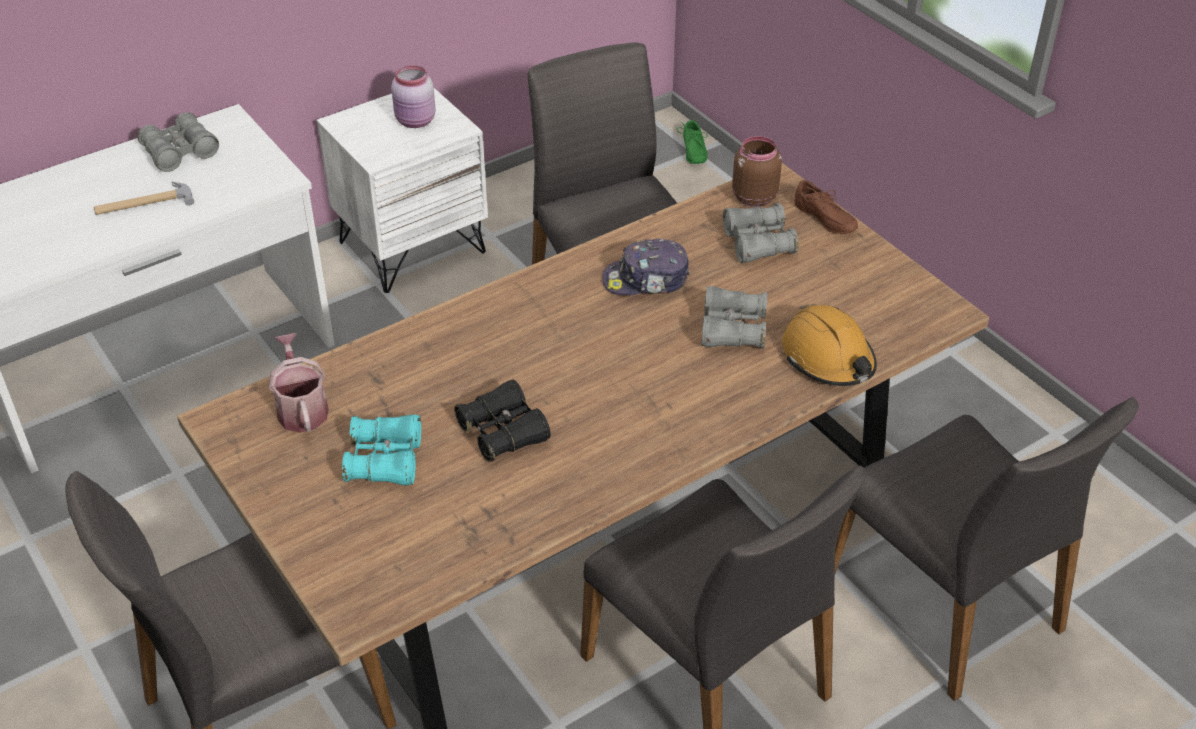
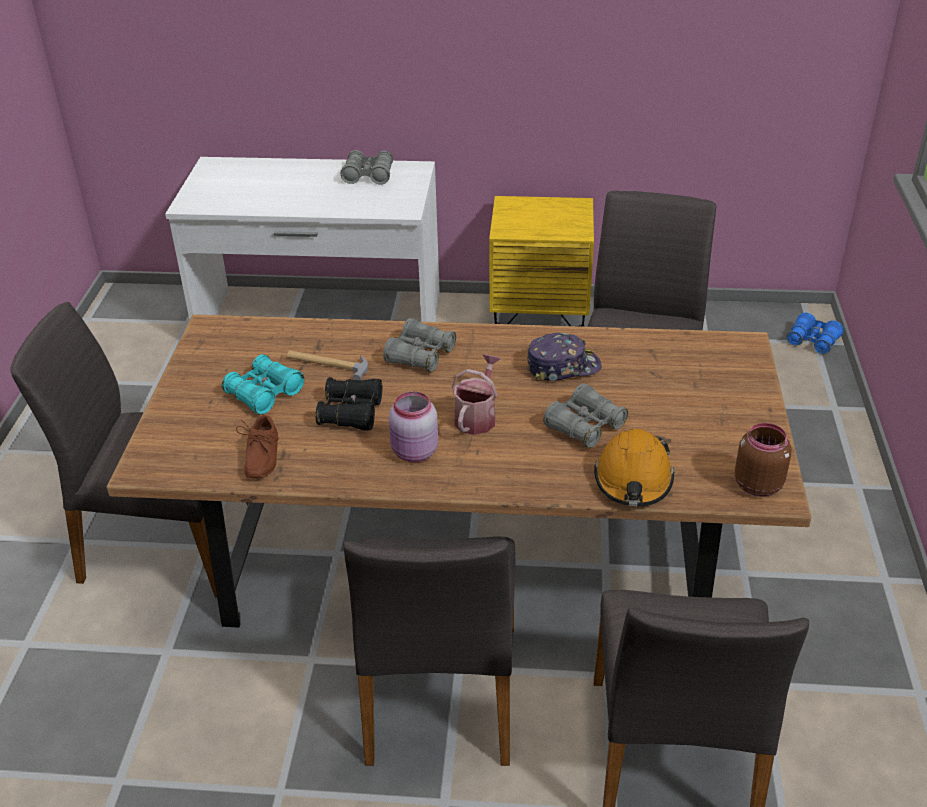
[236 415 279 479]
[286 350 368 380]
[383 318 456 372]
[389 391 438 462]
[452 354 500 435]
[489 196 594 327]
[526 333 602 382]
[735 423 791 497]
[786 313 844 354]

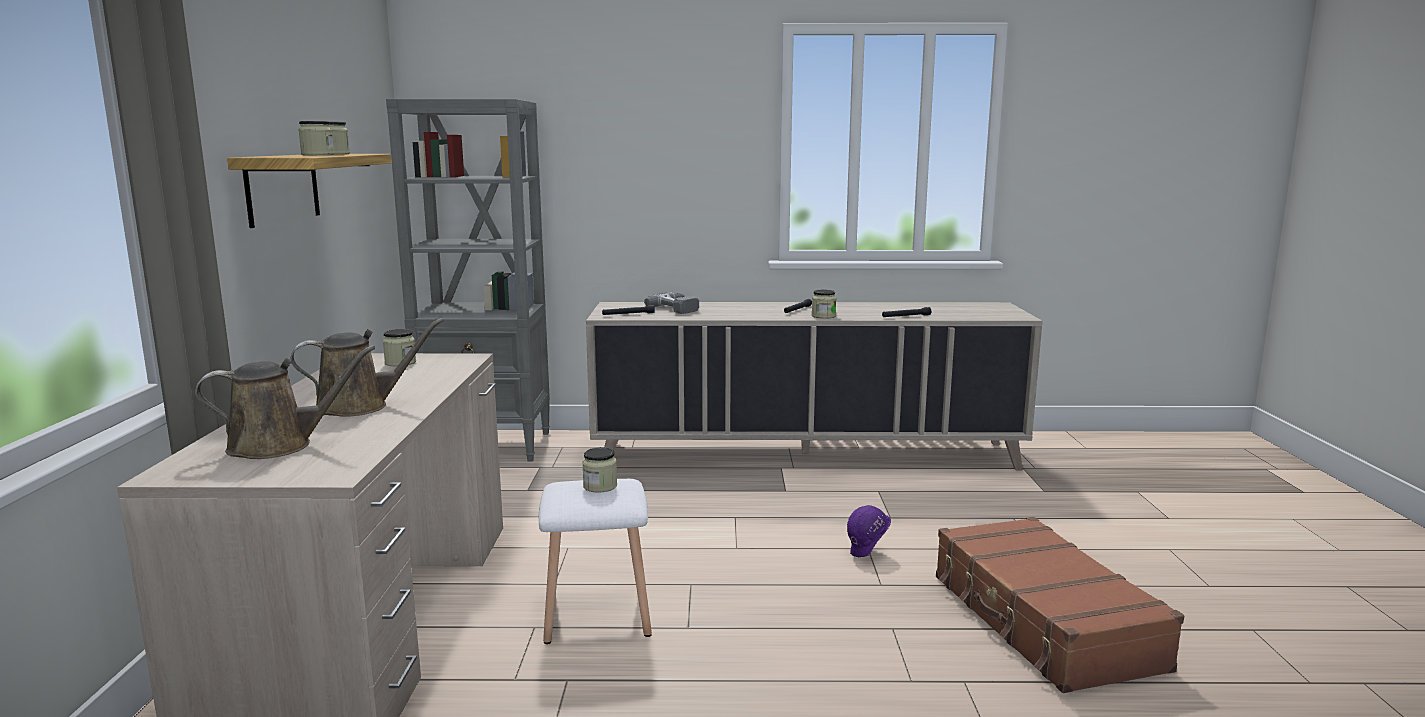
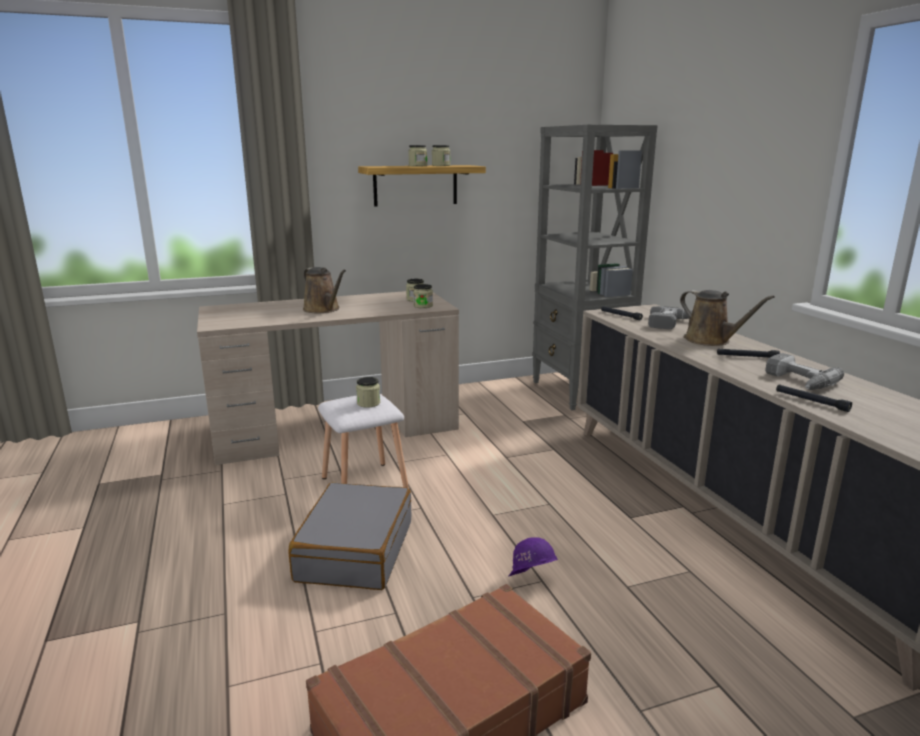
[289 483 411 590]
[413 284 433 308]
[680 290 775 346]
[765 353 844 390]

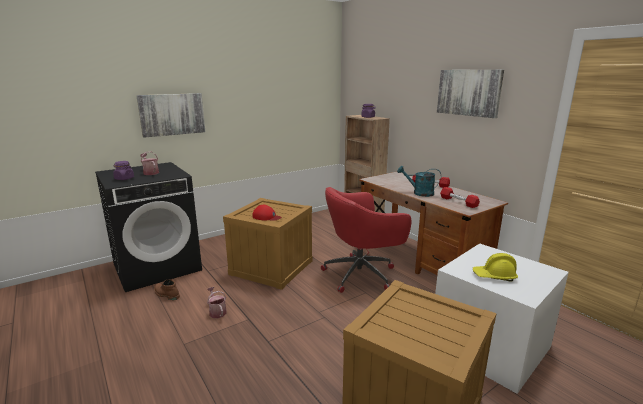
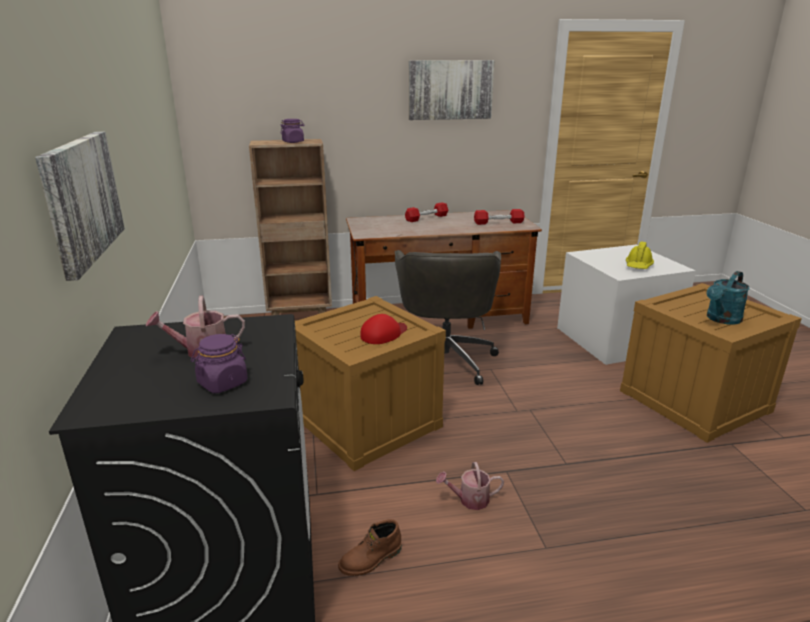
[395 250 501 385]
[707 271 749 324]

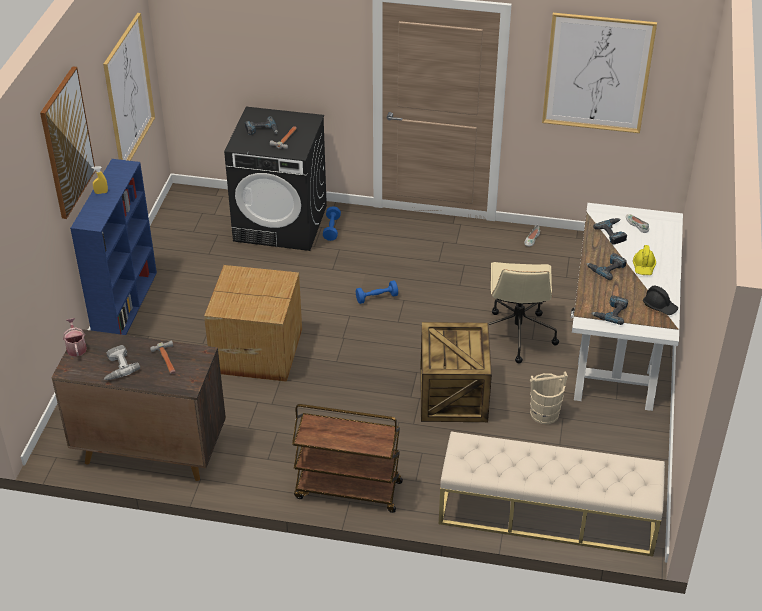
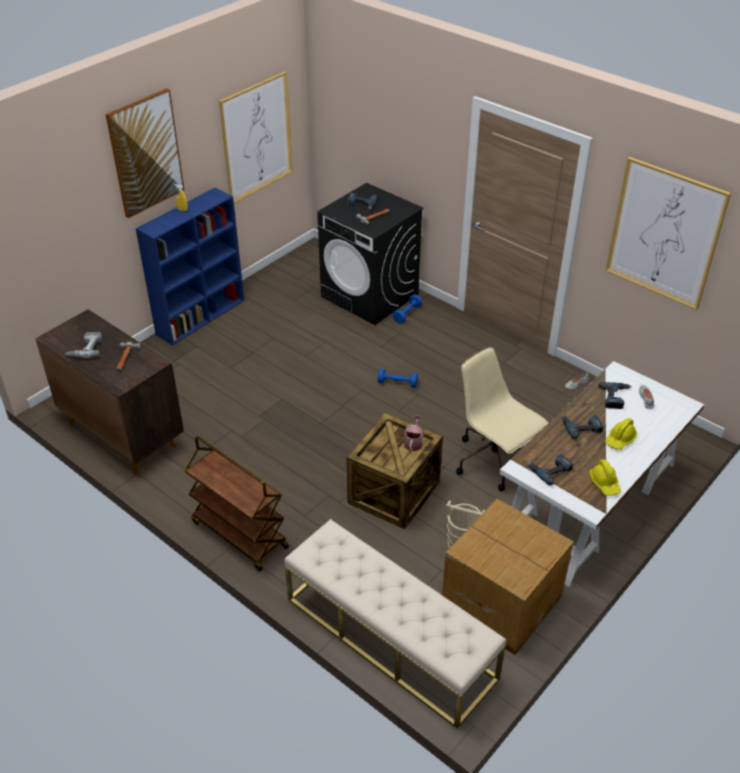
[403 415 424 451]
[442 498 574 655]
[456 347 549 491]
[589 460 621 496]

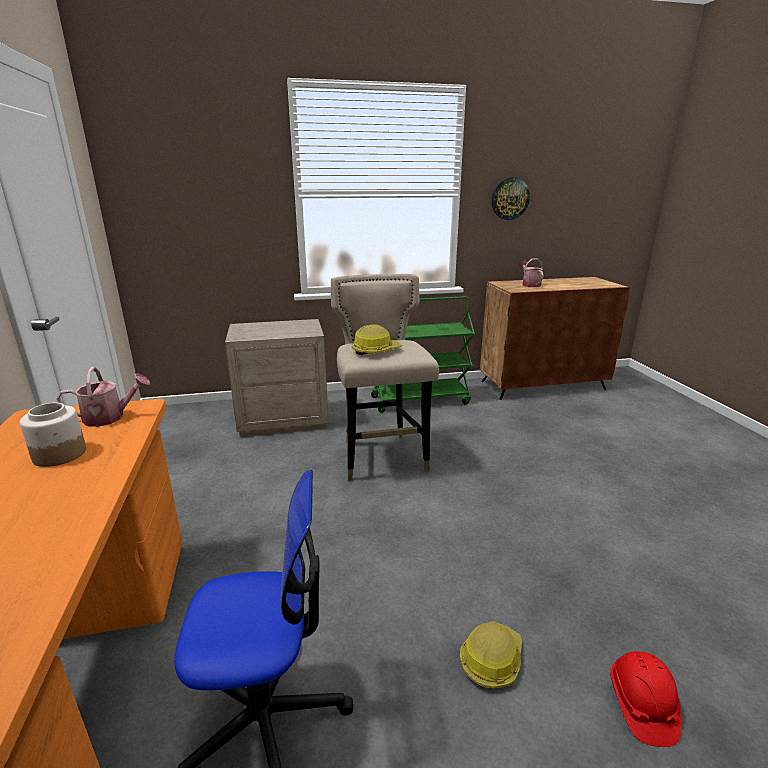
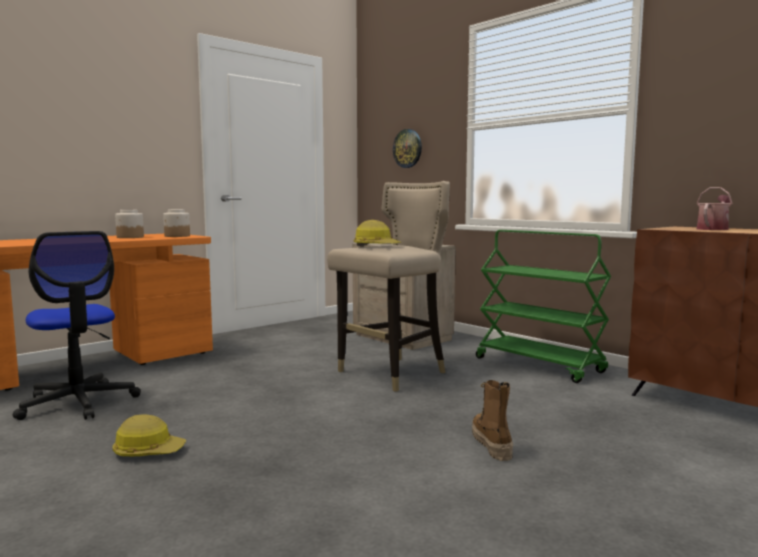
[163 209 190 237]
[393 129 422 168]
[472 380 513 461]
[610 651 681 747] (first image)

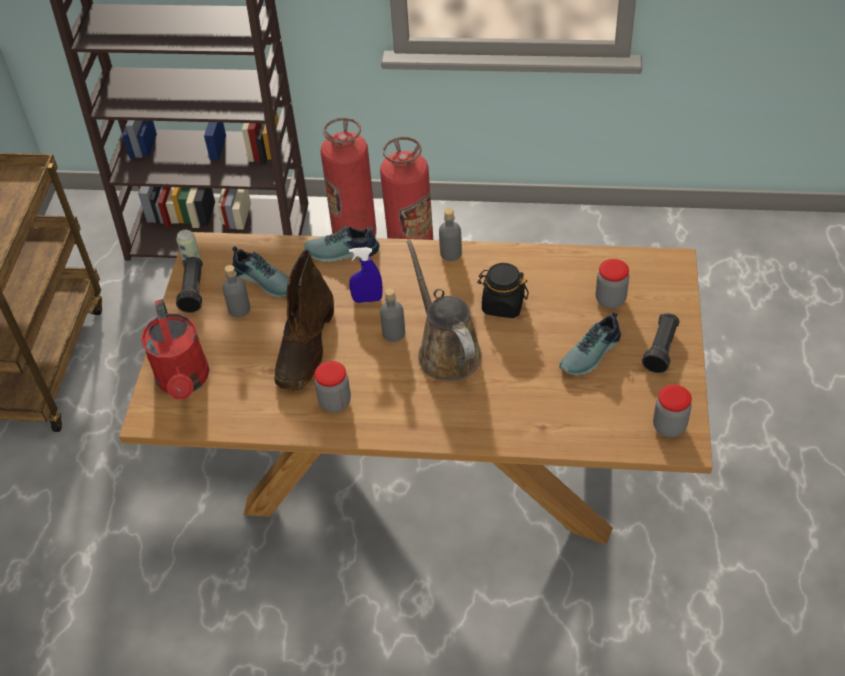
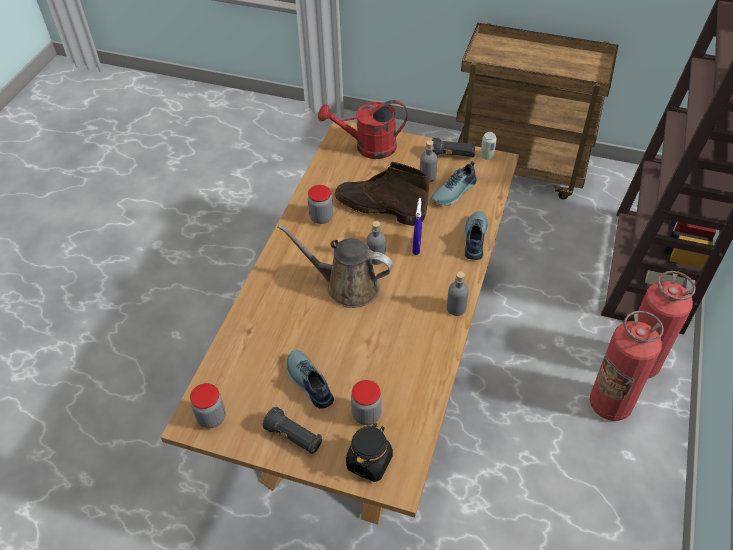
[277 224 393 308]
[346 423 393 482]

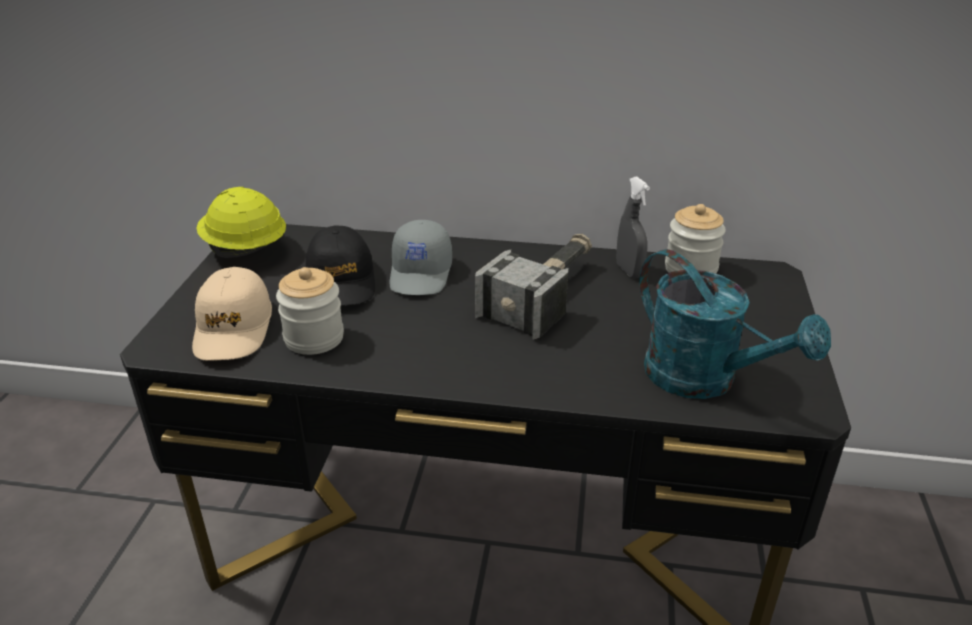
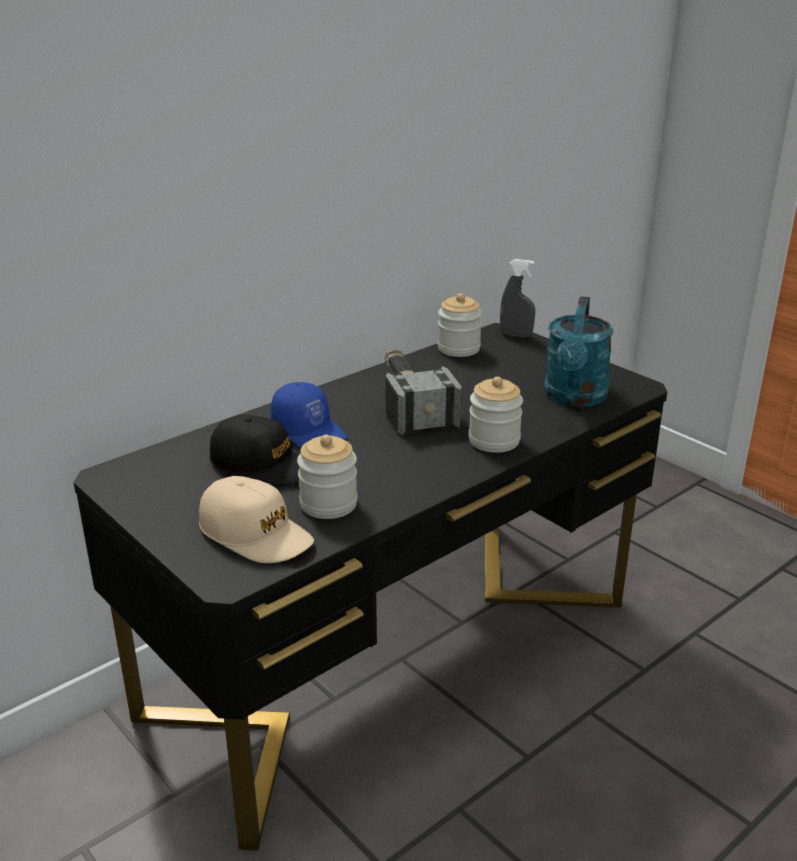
[271 382 347 448]
[469 377 523 453]
[500 259 535 338]
[544 296 614 407]
[197 187 286 258] (first image)

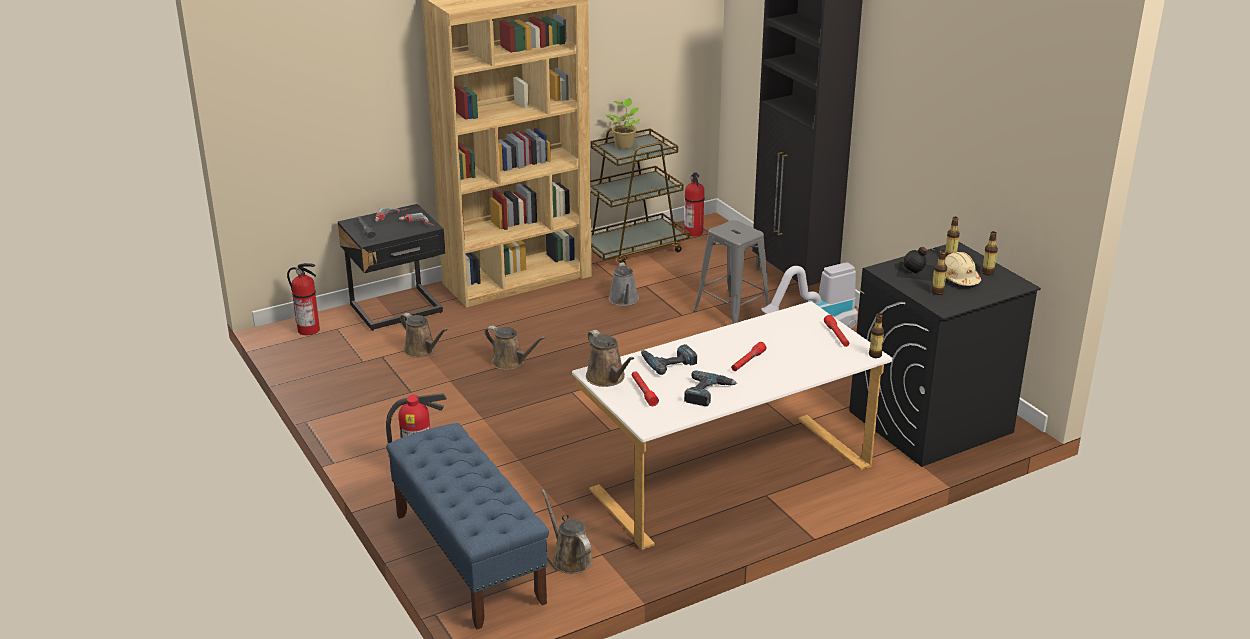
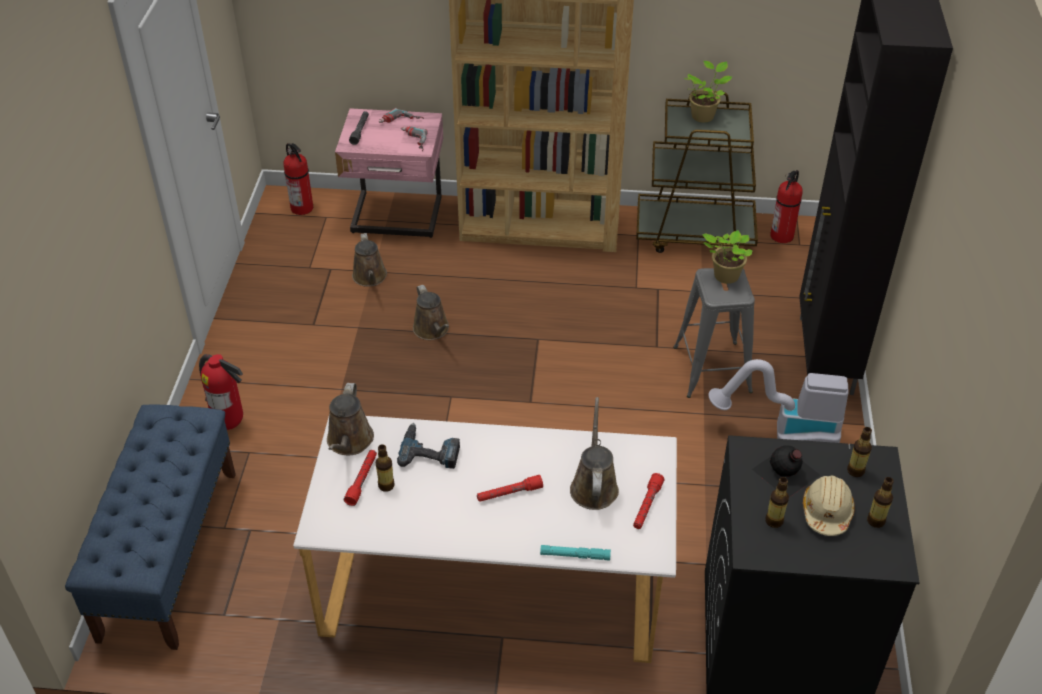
[335 108 443 238]
[375 444 395 492]
[540 545 611 560]
[570 397 619 510]
[702 230 753 284]
[609 262 639 306] (first image)
[684 371 737 406] (first image)

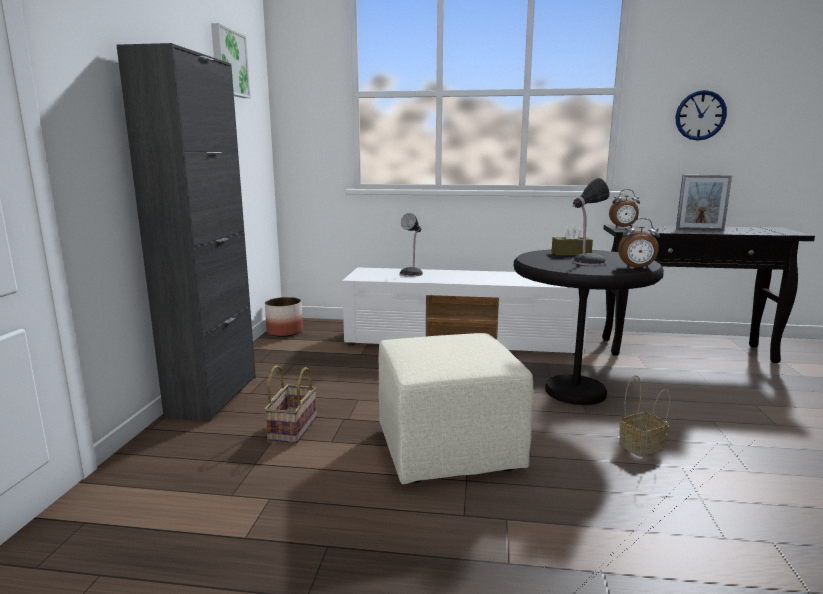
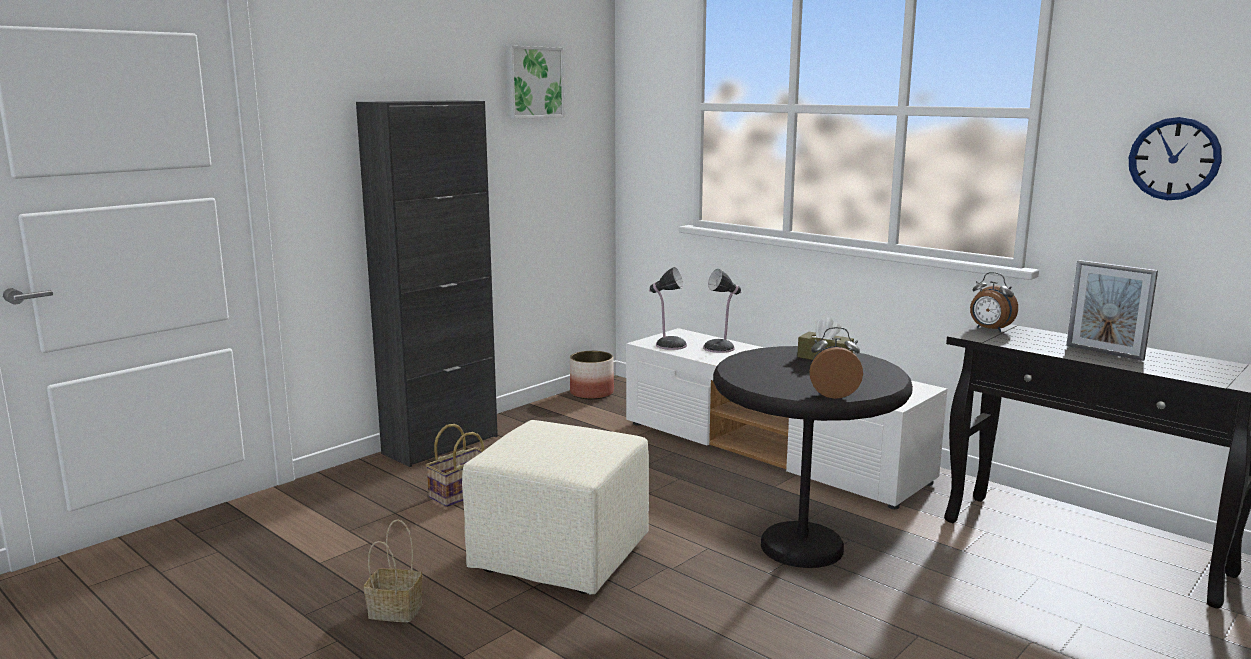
[364 519 423 622]
[649 267 687 350]
[809 327 863 399]

